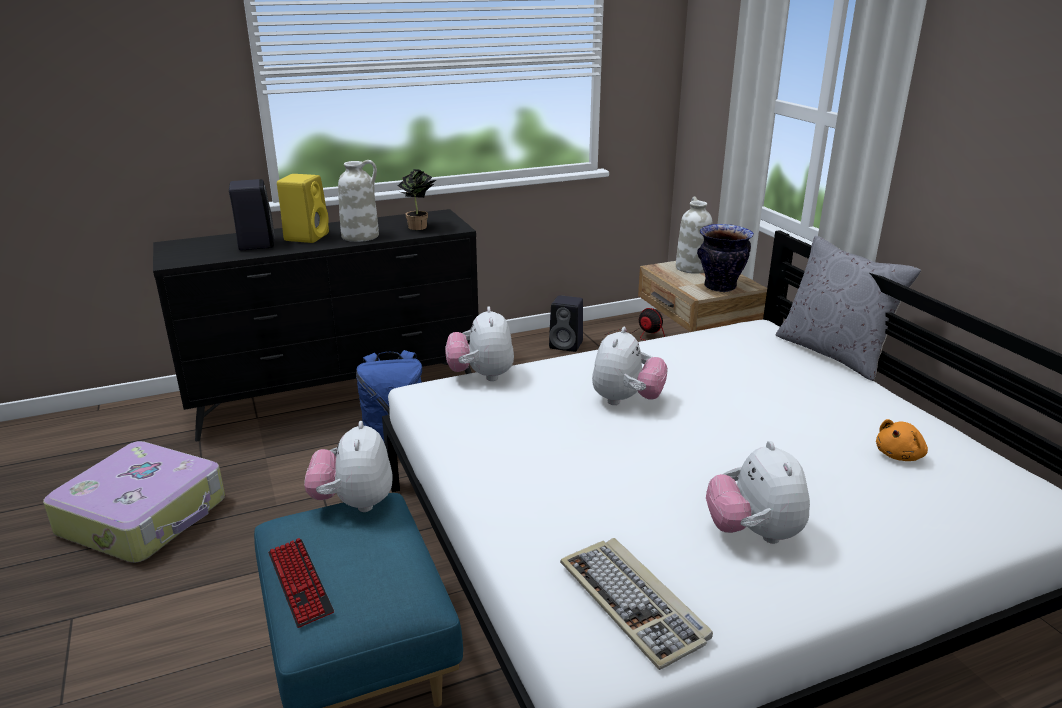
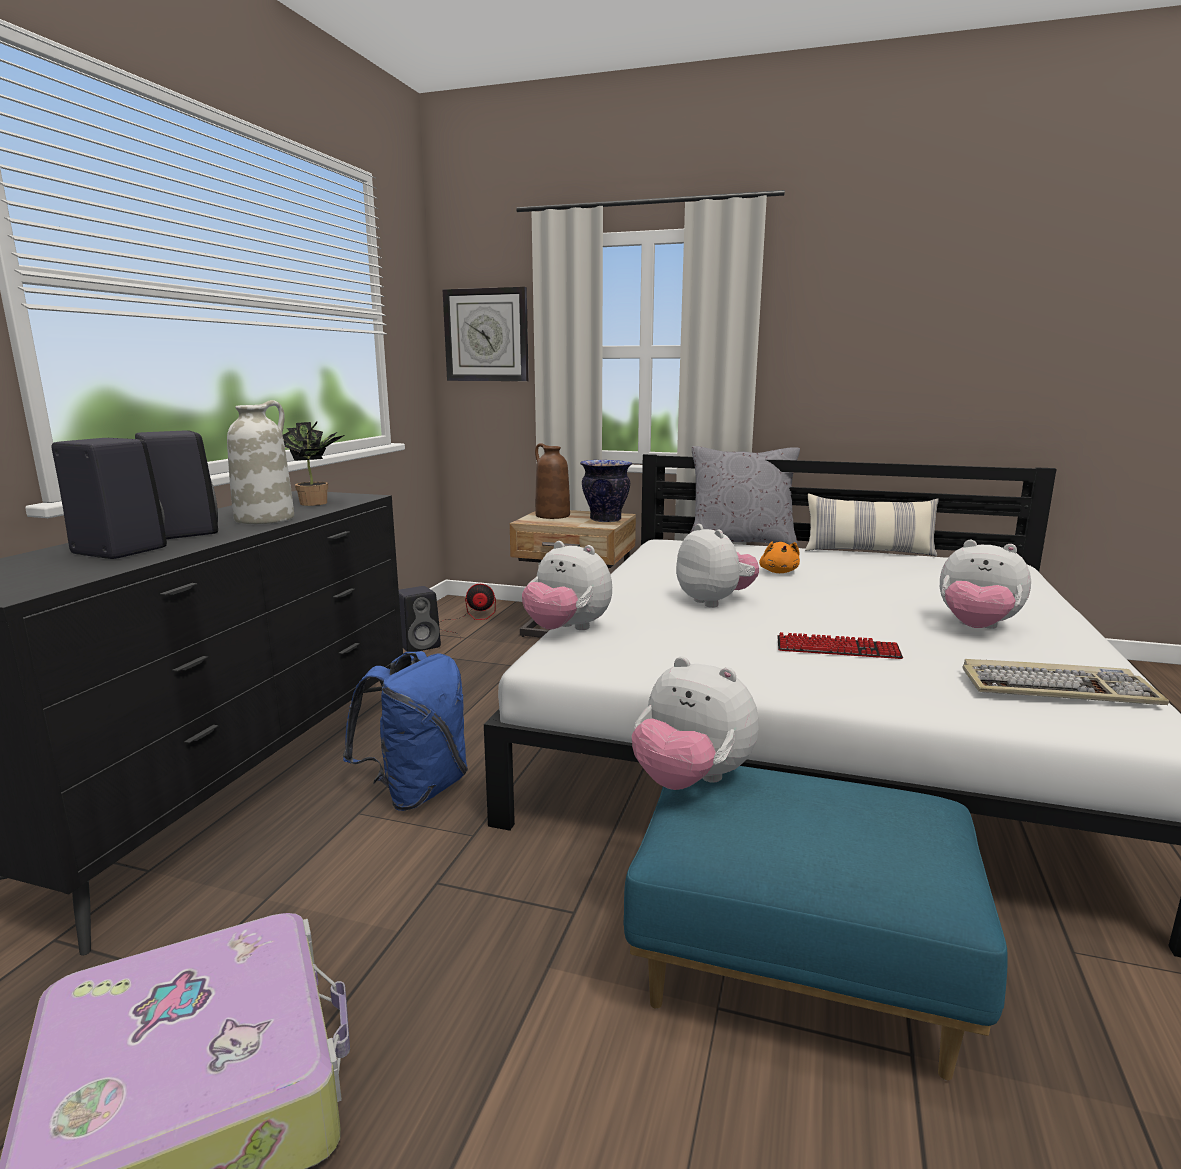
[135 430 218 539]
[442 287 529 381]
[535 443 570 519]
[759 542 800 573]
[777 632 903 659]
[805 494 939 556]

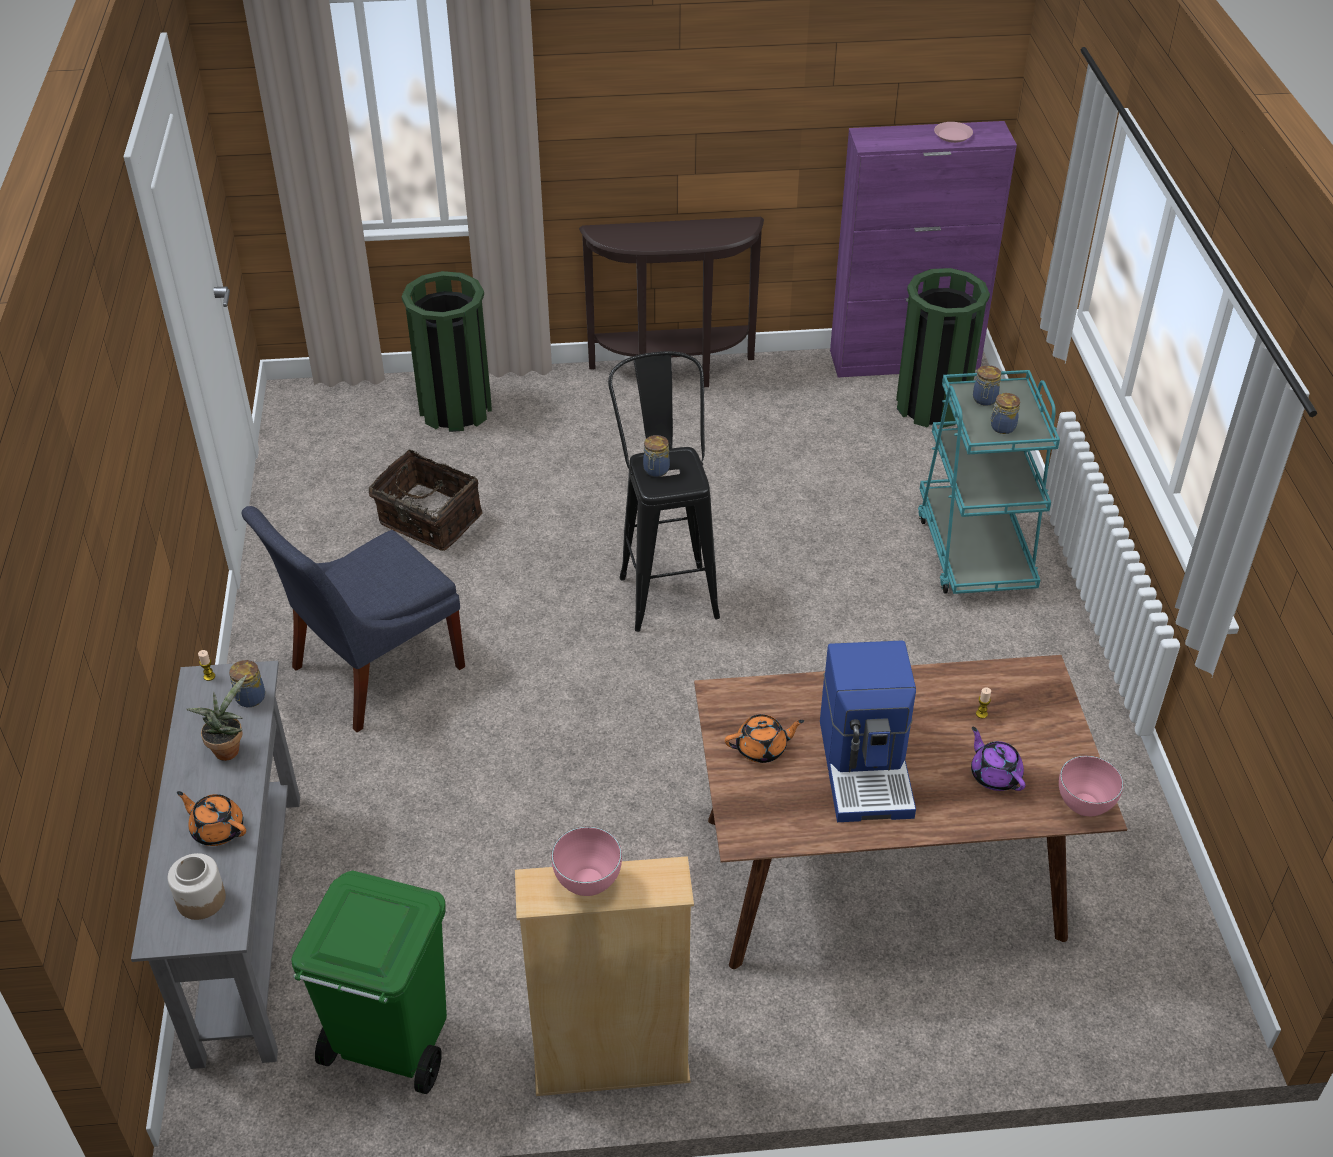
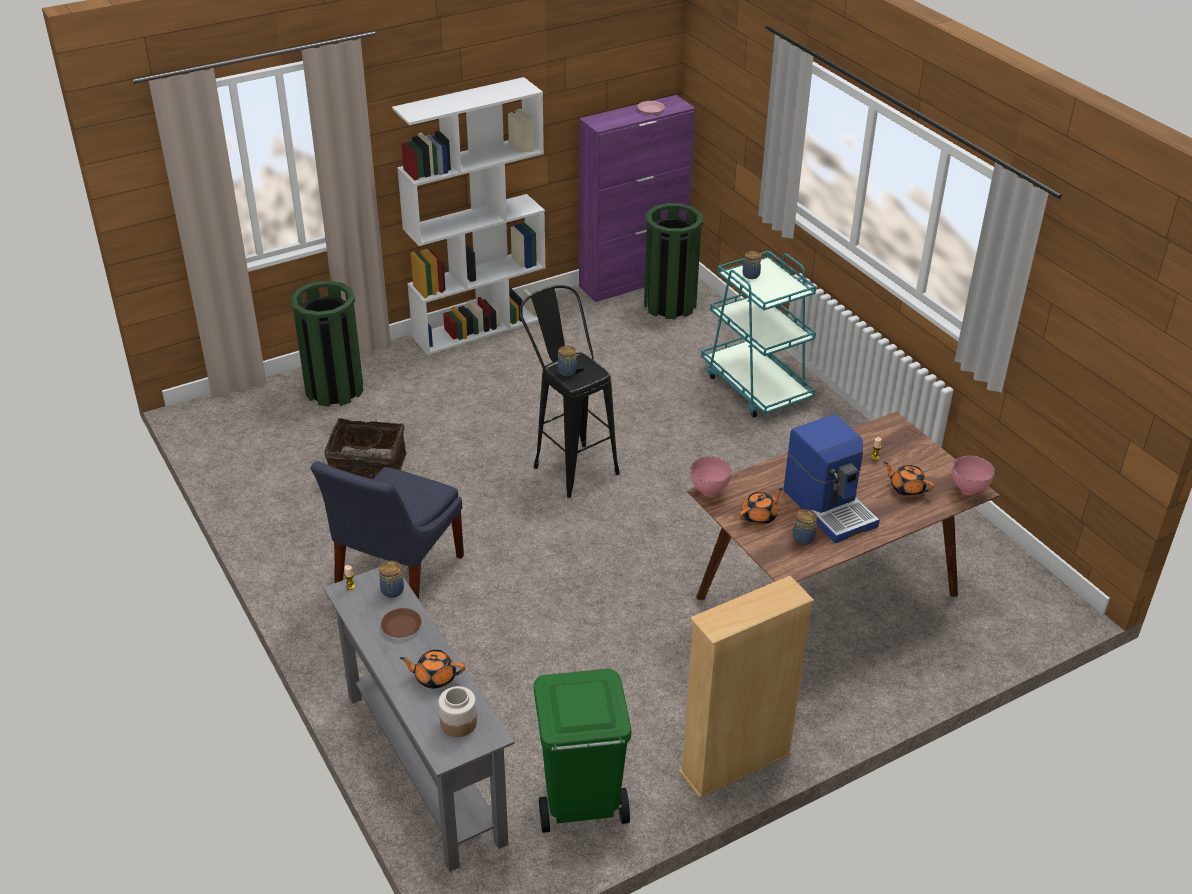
[381 608 422 637]
[392 77 546 355]
[690 456 732 496]
[793 509 817 545]
[883 462 934 497]

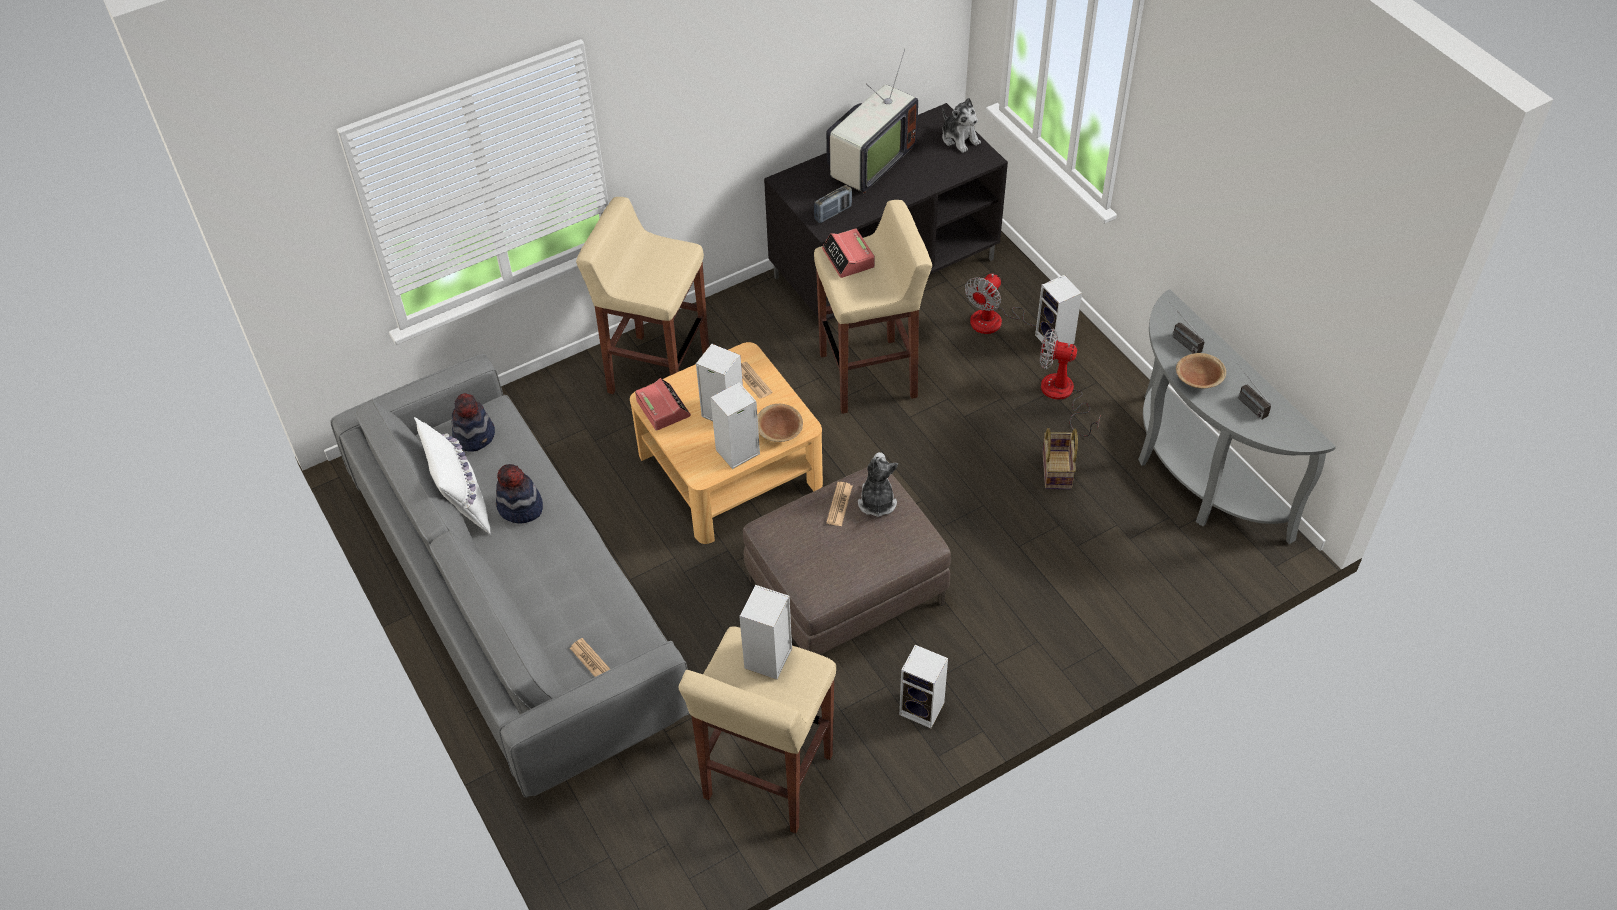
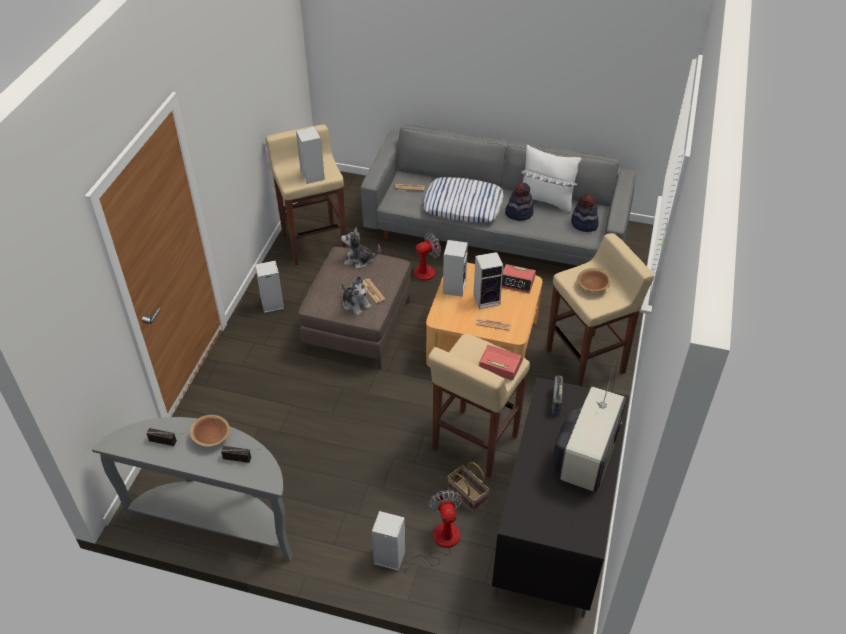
[341 227 378 268]
[378 232 441 281]
[423 177 504 223]
[447 462 490 513]
[553 359 627 492]
[577 268 612 292]

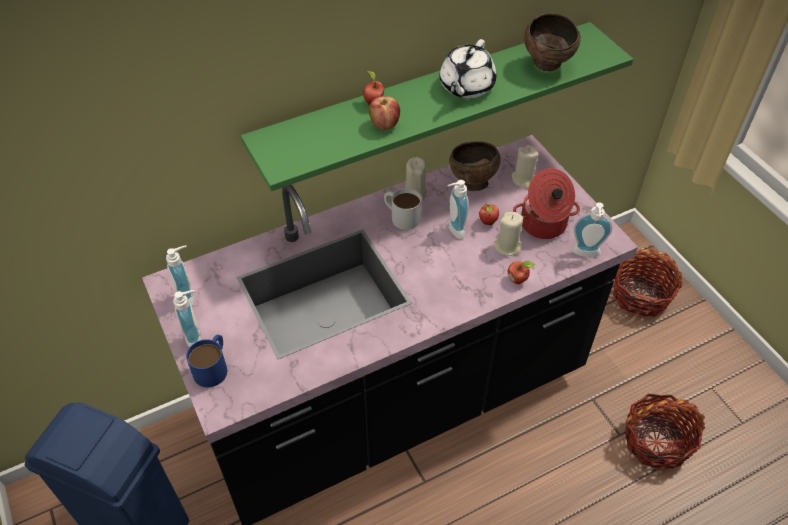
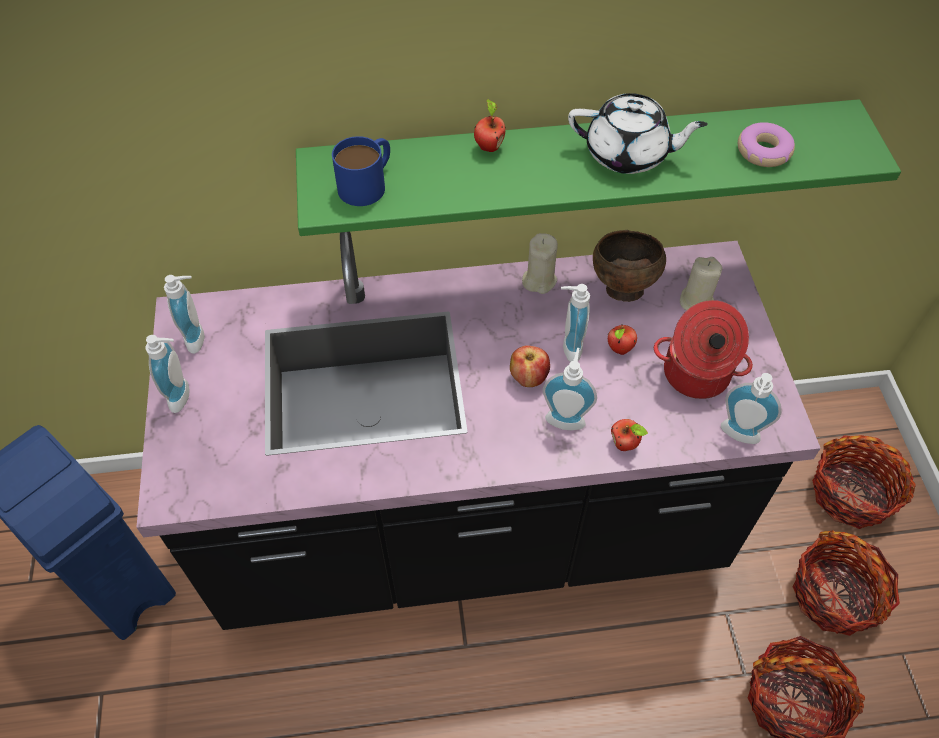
[332 136 390 206]
[510 345 550 387]
[543 348 597 430]
[568 93 708 174]
[738 122 795 167]
[792 530 900 636]
[384 188 422 230] (first image)
[494 212 523 256] (first image)

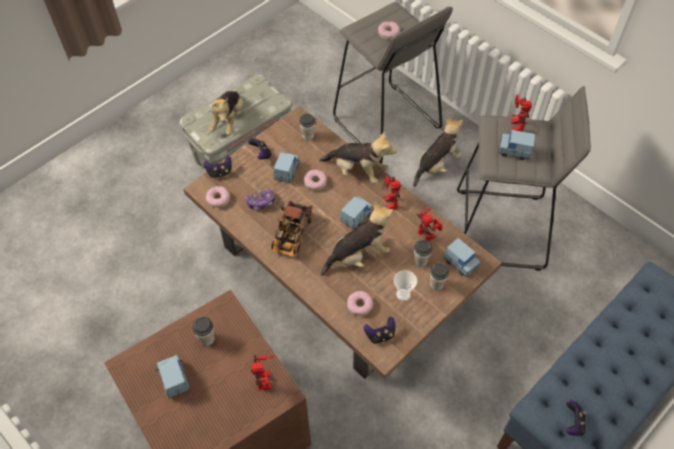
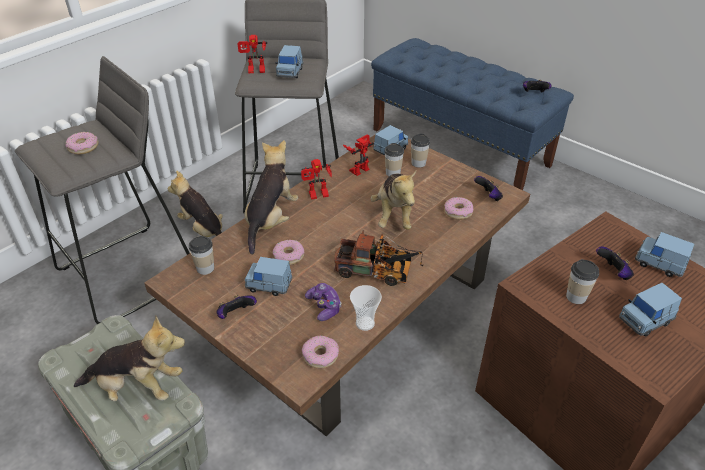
[350 285 382 331]
[370 171 416 230]
[596 246 634 280]
[635 232 695 277]
[251 355 275 391] (first image)

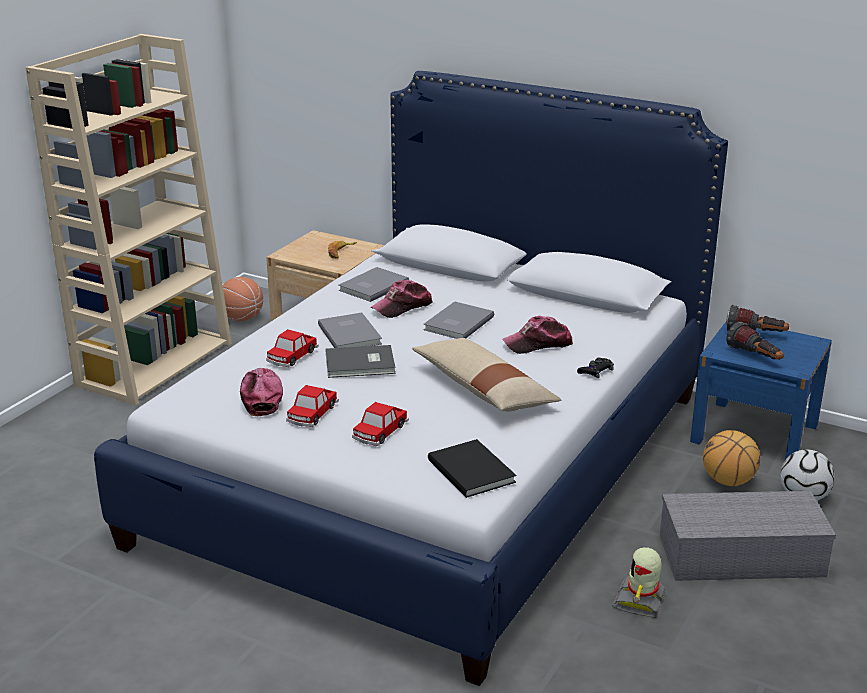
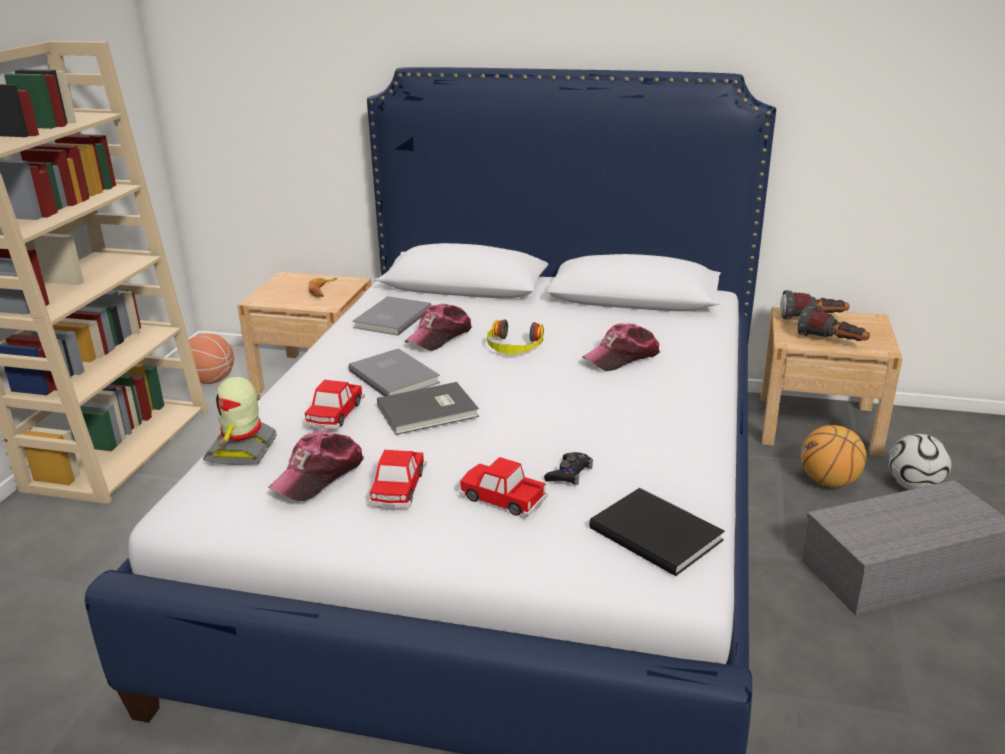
[203 377 277 465]
[268 430 364 501]
[459 457 548 517]
[487 319 544 354]
[544 452 593 485]
[761 307 903 457]
[412 338 561 411] (first image)

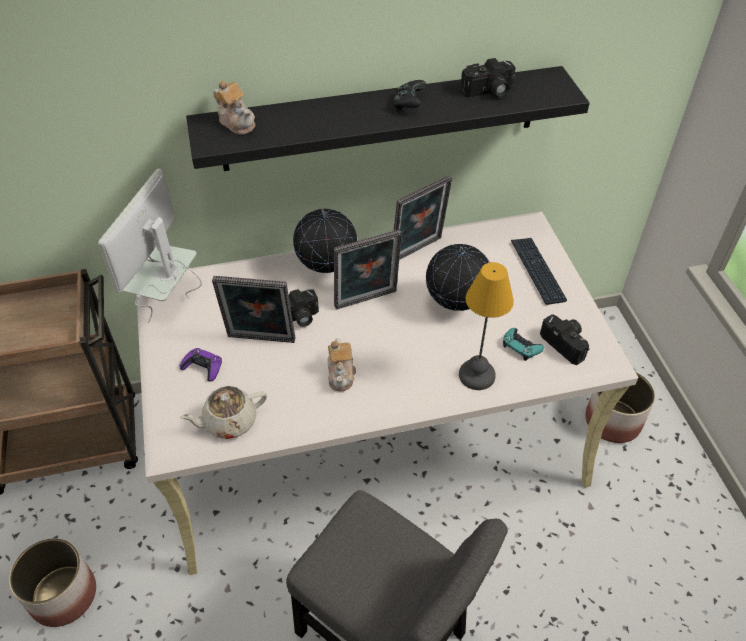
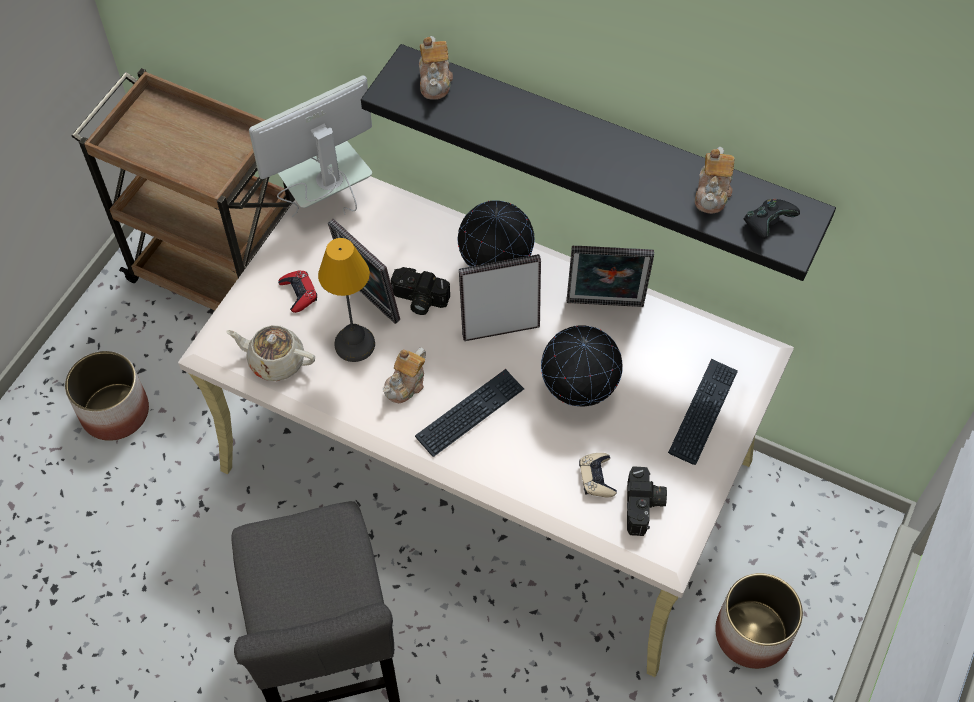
[278 271 317 313]
[318 238 375 362]
[415 369 524 457]
[459 254 541 341]
[579 453 617 498]
[695 147 735 214]
[744 199 800 239]

